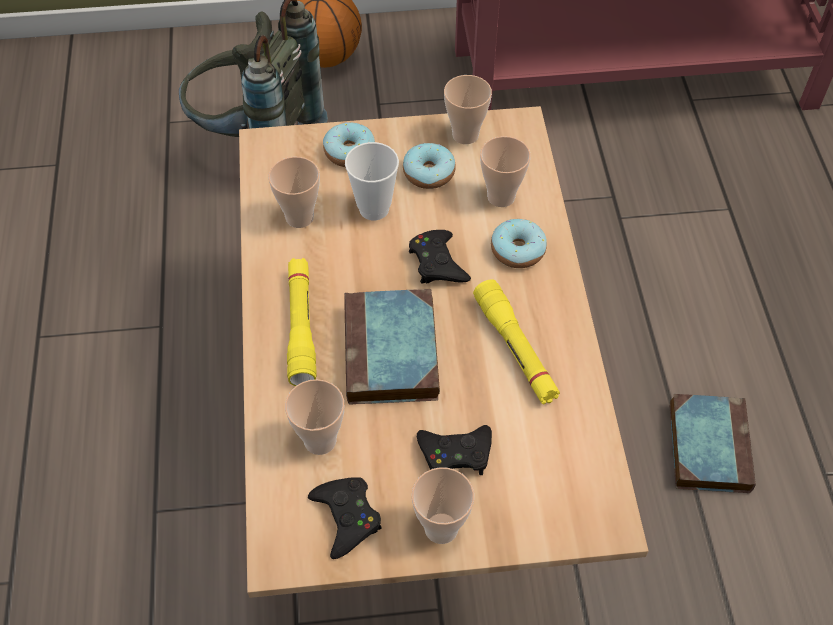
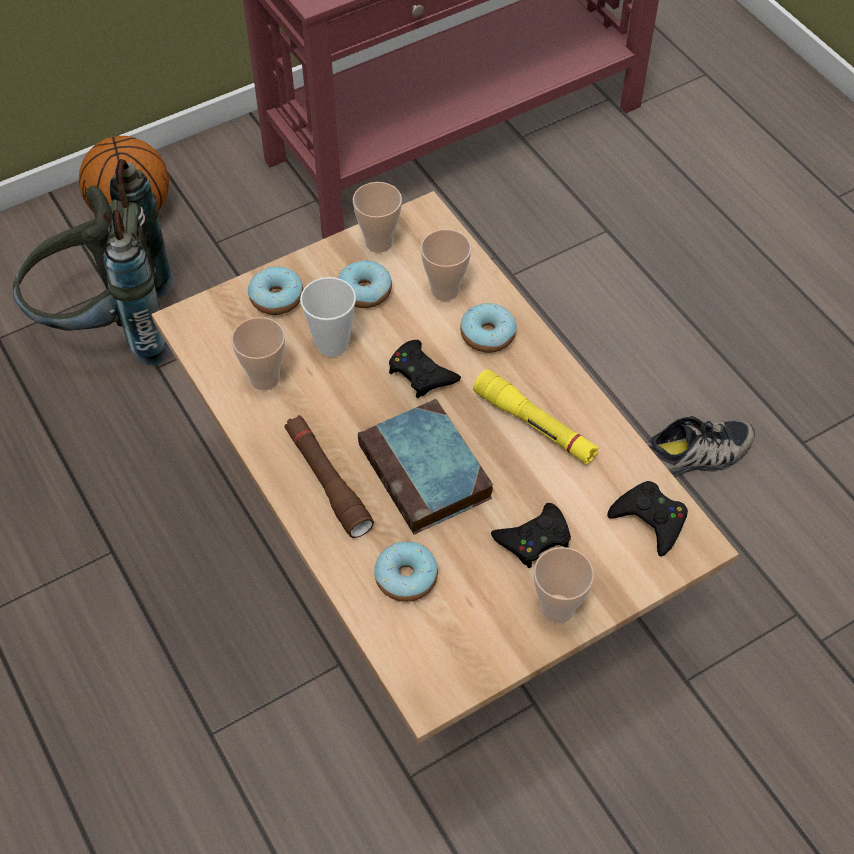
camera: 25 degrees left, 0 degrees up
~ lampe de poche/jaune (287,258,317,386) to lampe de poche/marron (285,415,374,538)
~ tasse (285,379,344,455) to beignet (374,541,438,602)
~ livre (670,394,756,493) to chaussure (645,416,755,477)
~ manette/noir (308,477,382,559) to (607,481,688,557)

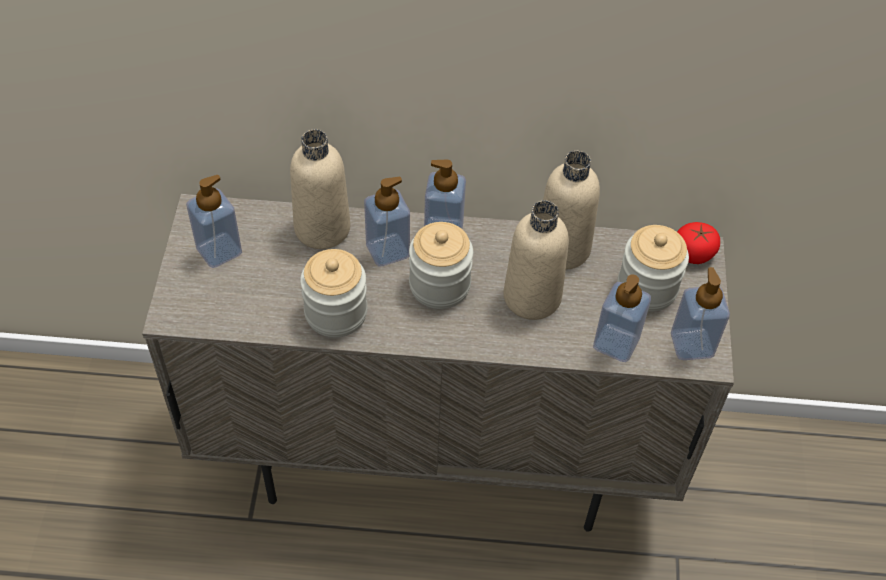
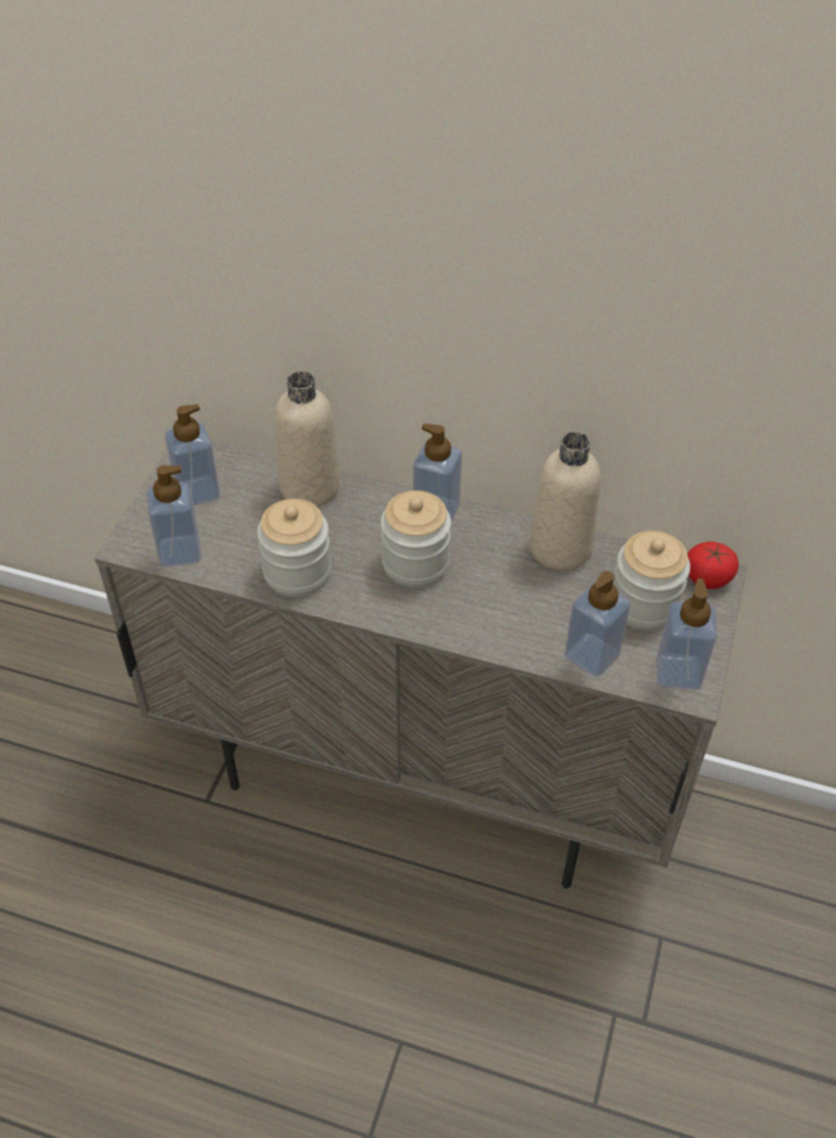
camera: 15 degrees right, 5 degrees down
~ distributeur de savon (364,177,410,266) to (147,465,201,567)
- bouteille/beige (504,201,569,320)

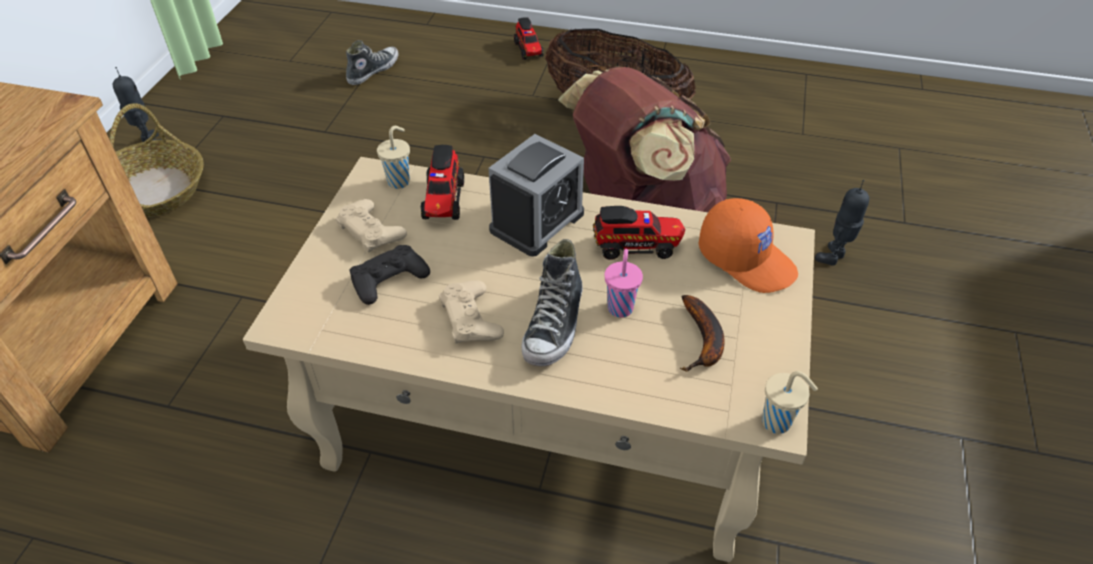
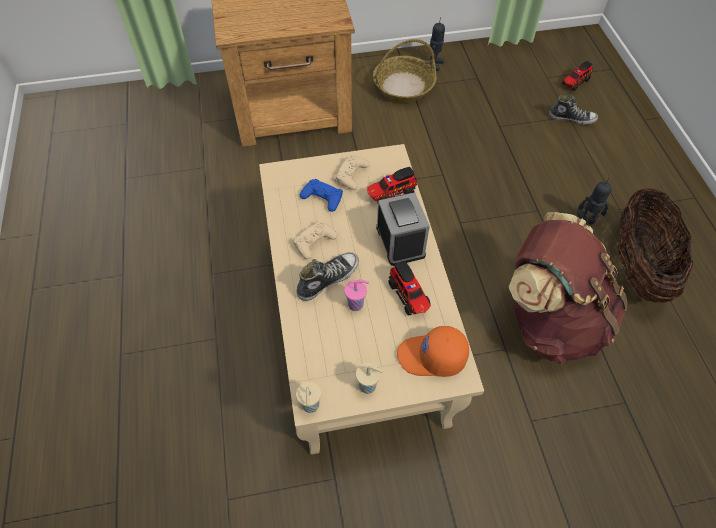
camera: 65 degrees right, 10 degrees up
~ camion jouet (514,17,544,60) to (562,61,593,91)
~ tasse/beige (377,126,410,189) to (356,362,383,394)
~ réveil (488,134,584,257) = (376,192,430,266) 120 degrees counterclockwise
~ robot jouet (815,180,869,266) to (577,178,612,224)
~ casquette/orange (698,198,798,293) = (397,326,469,377) 75 degrees clockwise
~ chaussure (522,239,583,366) = (296,252,359,301) 150 degrees clockwise
~ manette/noir (349,245,430,305) to manette/bleu (300,179,343,212)
- banane (680,295,724,372)

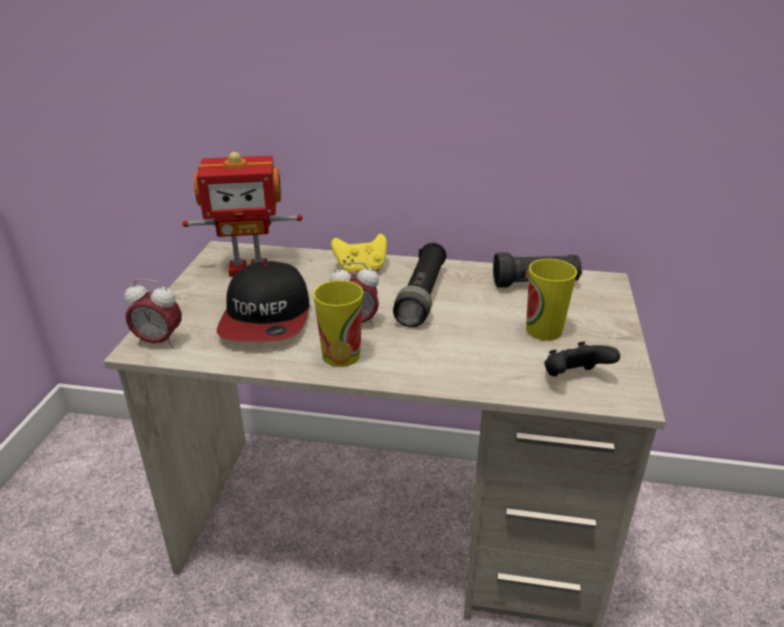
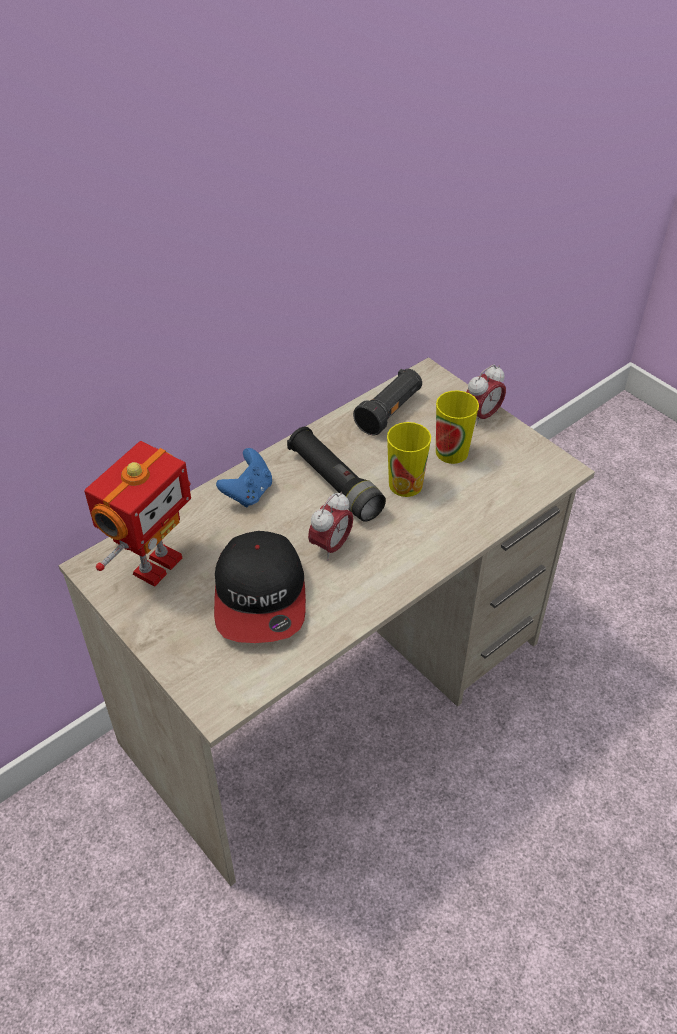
camera: 50 degrees left, 15 degrees up
~ manette/jaune (331,234,387,273) to manette/bleu (216,448,272,507)
~ casquette (217,261,310,342) = (214,531,306,643) 45 degrees clockwise
~ réveil (124,279,182,348) to (466,364,506,426)
~ tasse (313,280,363,367) to (387,422,431,497)
- manette/noir (544,341,620,377)

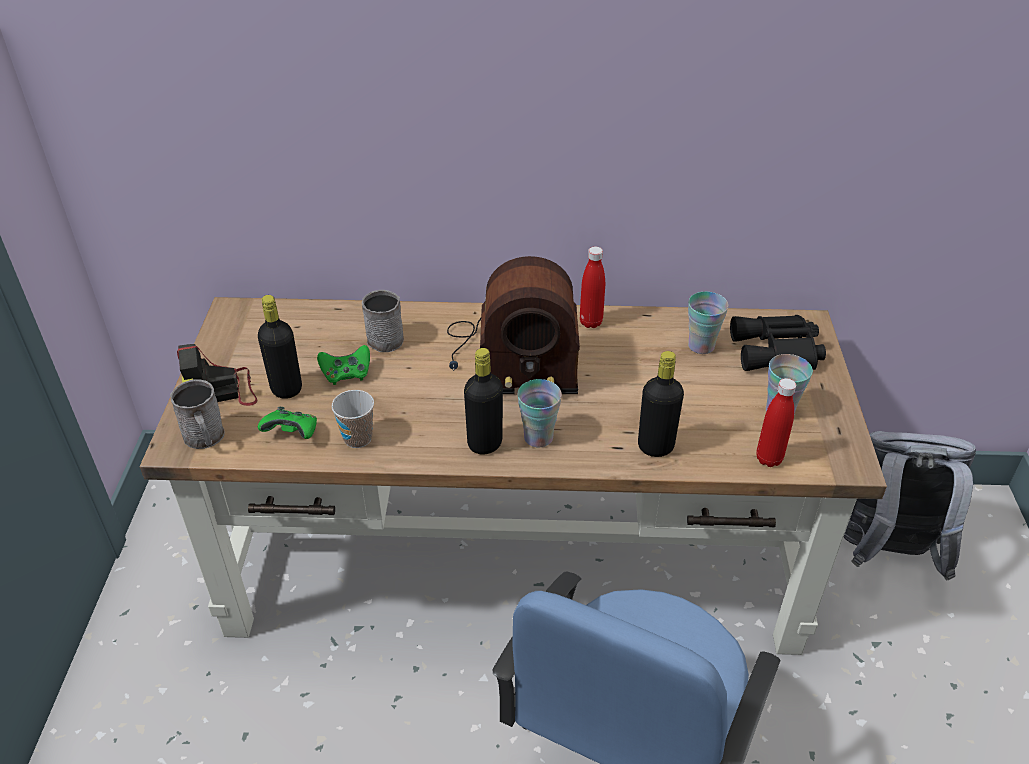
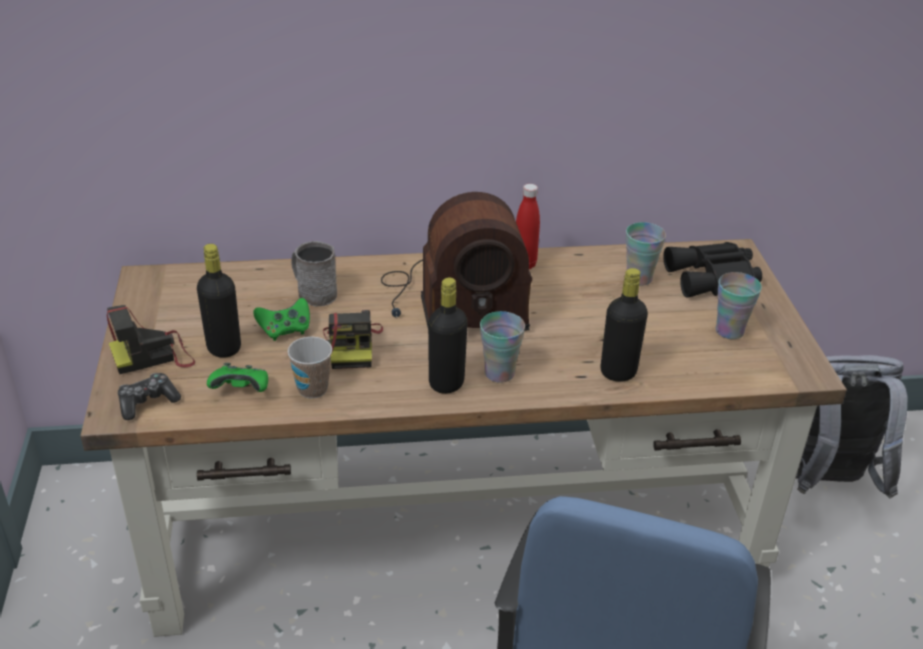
camera: 10 degrees left, 5 degrees down
- bouteille/rouge (756,378,796,467)
~ mug/gris (170,379,225,449) to manette (118,373,181,420)
+ appareil photo (323,310,383,369)

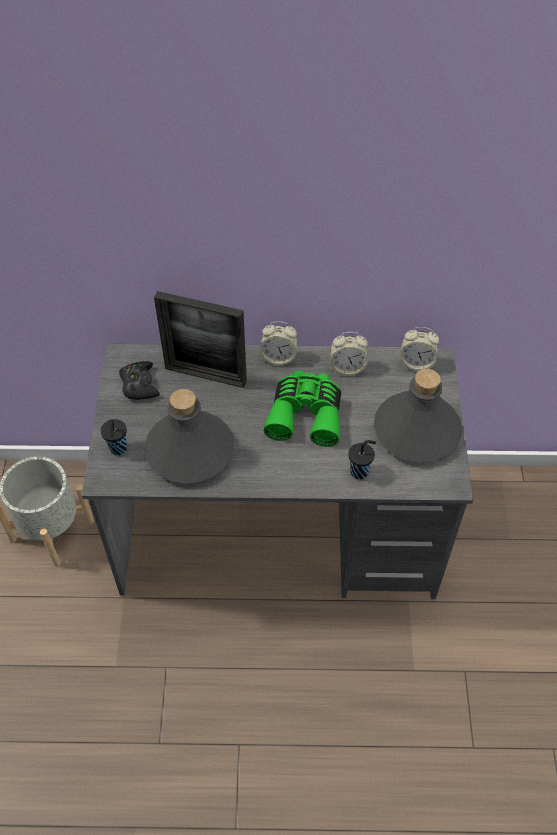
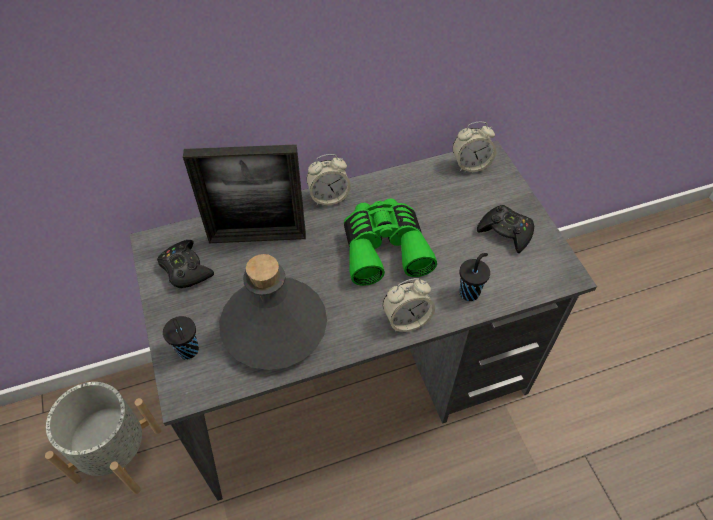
camera: 20 degrees left, 0 degrees up
~ réveil (330,332,368,376) to (382,278,435,332)
~ bouteille/gris (374,369,462,463) to manette/noir (477,205,534,253)

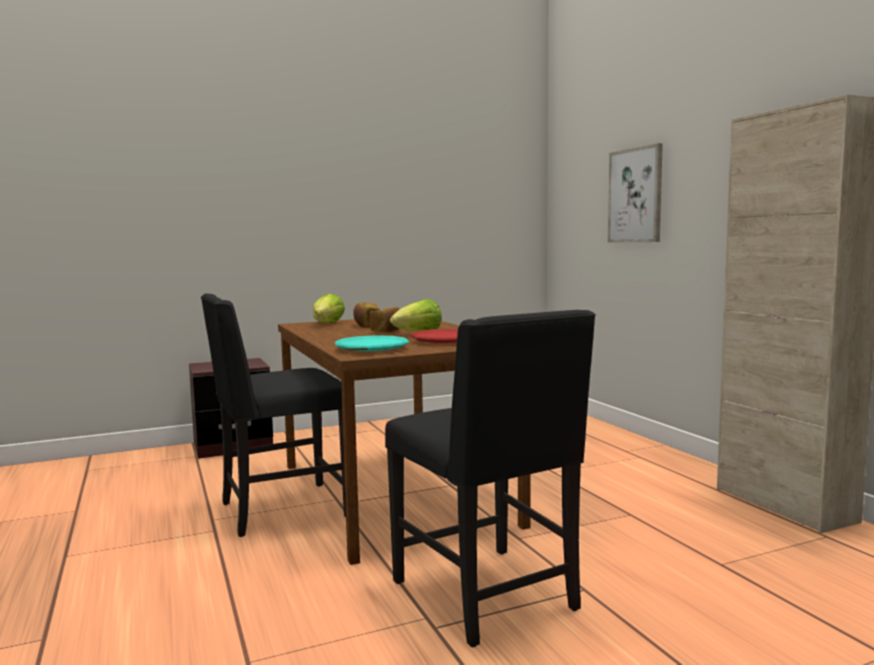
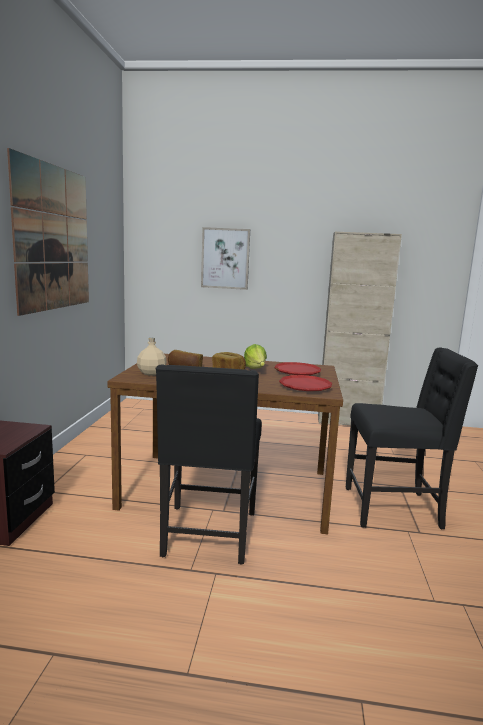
camera: 60 degrees left, 5 degrees up
~ laitue (313,293,345,323) to bouteille/beige (137,338,167,376)
~ assiette/turquoise (335,335,409,351) to assiette/rouge (279,375,332,391)
+ tableau (7,148,89,316)

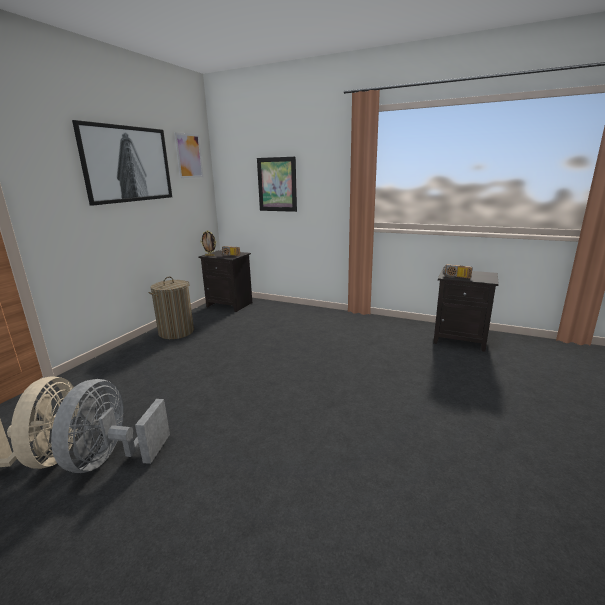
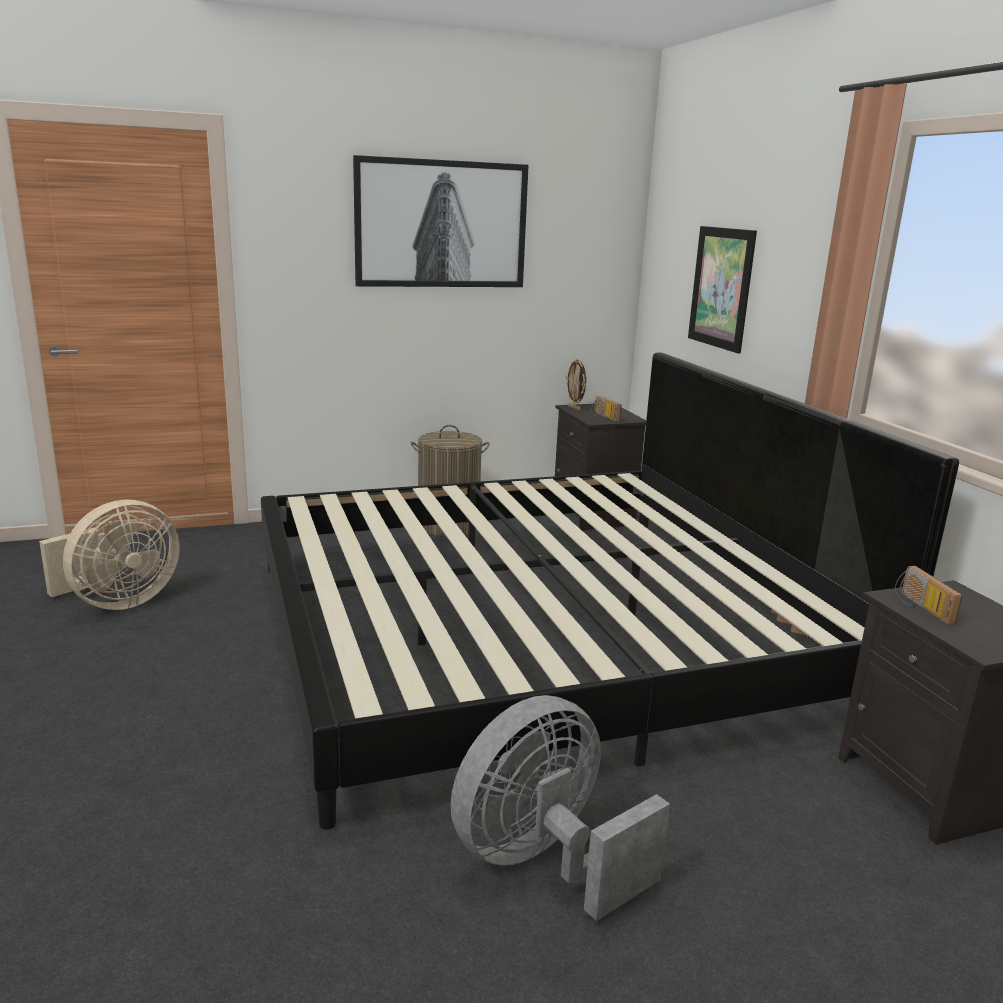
camera: 45 degrees right, 0 degrees up
- tableau (174,132,203,178)
~ ventilateur/gris (51,379,170,473) to (450,695,670,921)
+ lit (261,352,959,830)

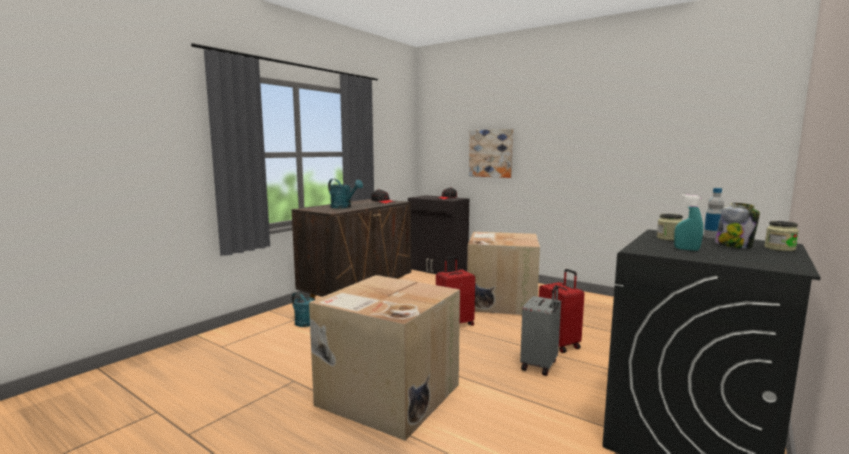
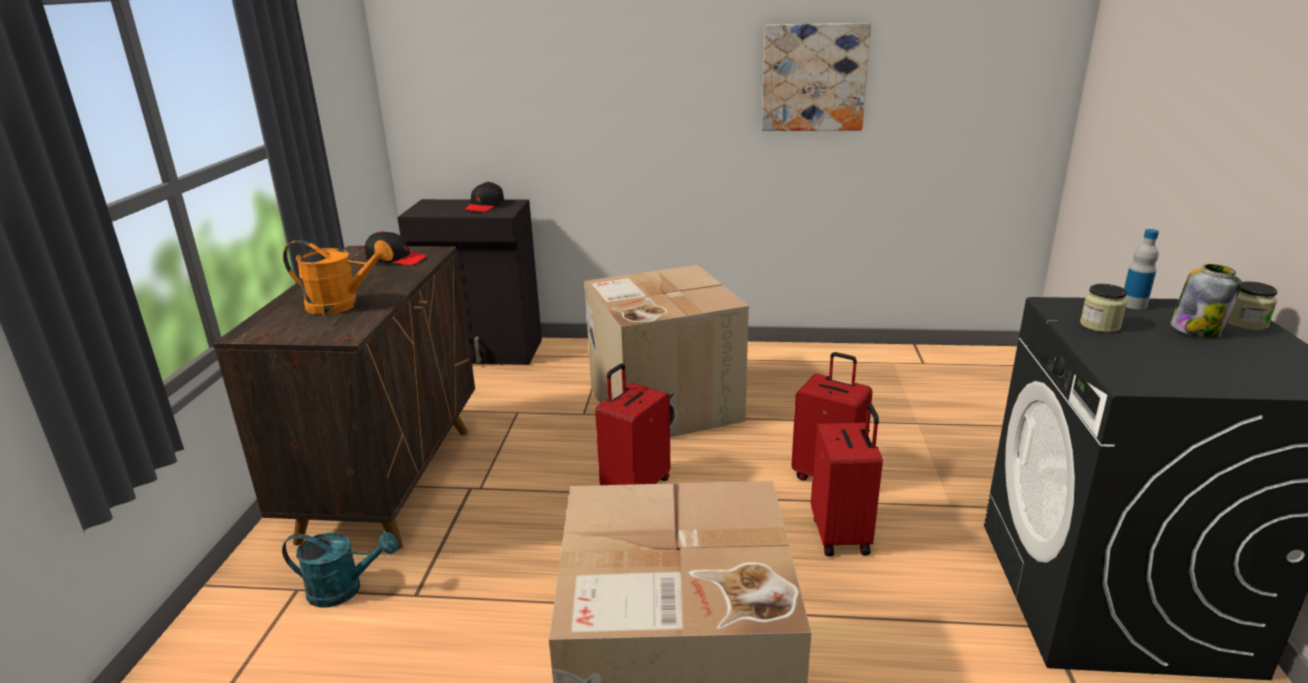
camera: 30 degrees left, 15 degrees up
~ tableau (469,129,513,178) to (762,23,871,131)
~ arrosoir/turquoise (328,179,363,208) to arrosoir/orange (283,240,393,315)
- vaporisateur/turquoise (674,195,703,251)
~ valise/gris (520,285,561,376) to valise/rouge (811,404,883,556)

